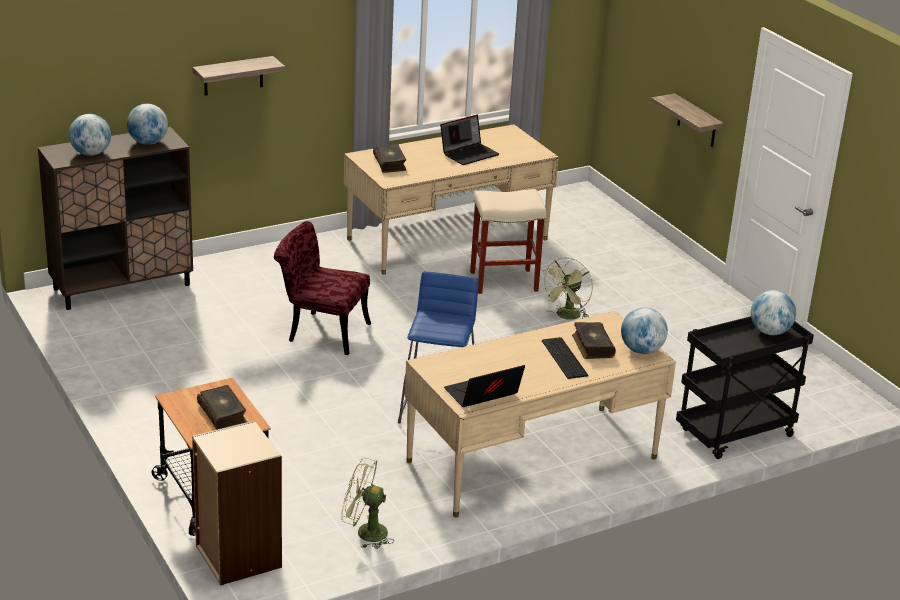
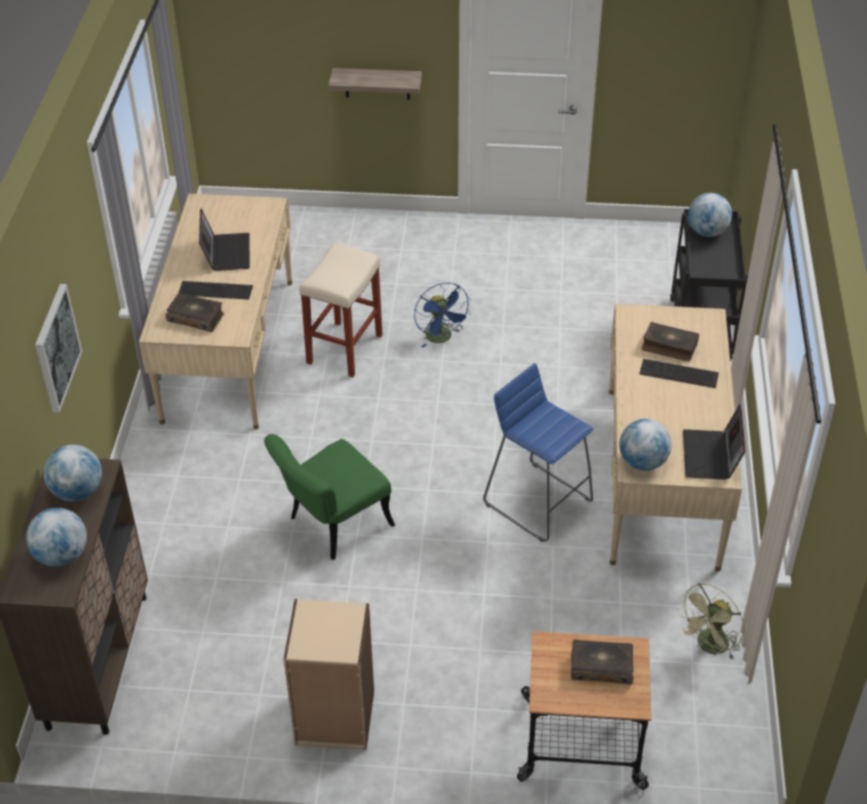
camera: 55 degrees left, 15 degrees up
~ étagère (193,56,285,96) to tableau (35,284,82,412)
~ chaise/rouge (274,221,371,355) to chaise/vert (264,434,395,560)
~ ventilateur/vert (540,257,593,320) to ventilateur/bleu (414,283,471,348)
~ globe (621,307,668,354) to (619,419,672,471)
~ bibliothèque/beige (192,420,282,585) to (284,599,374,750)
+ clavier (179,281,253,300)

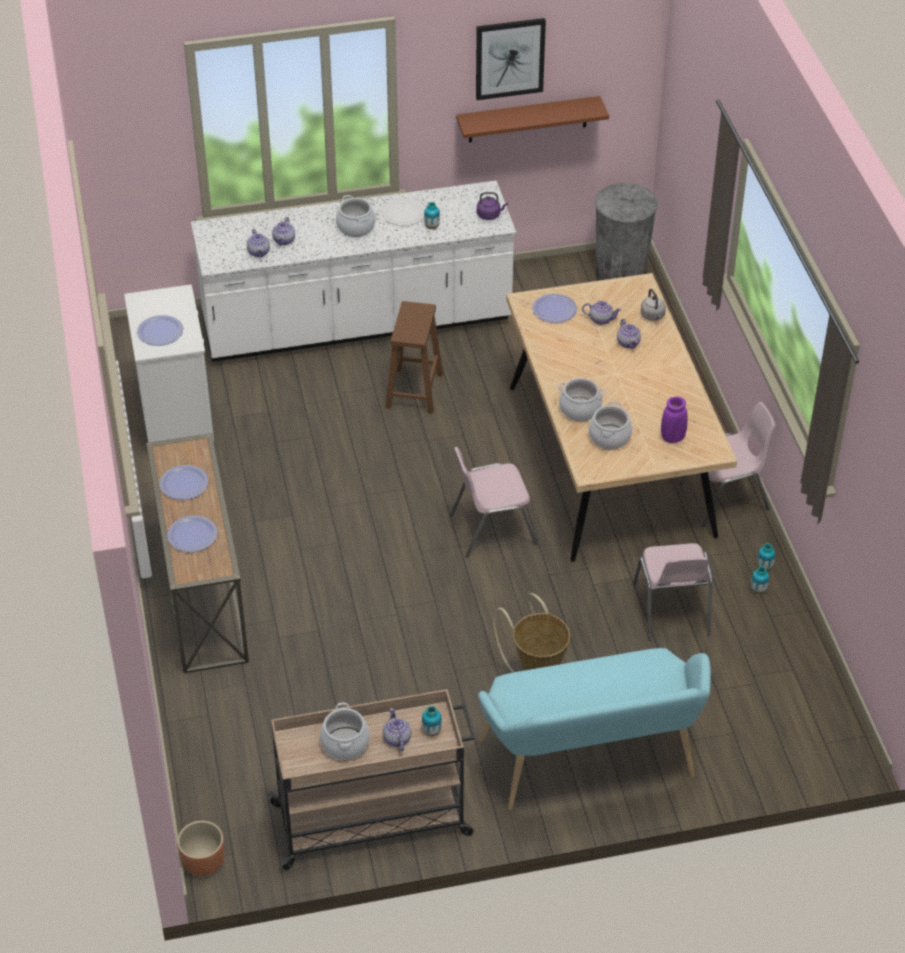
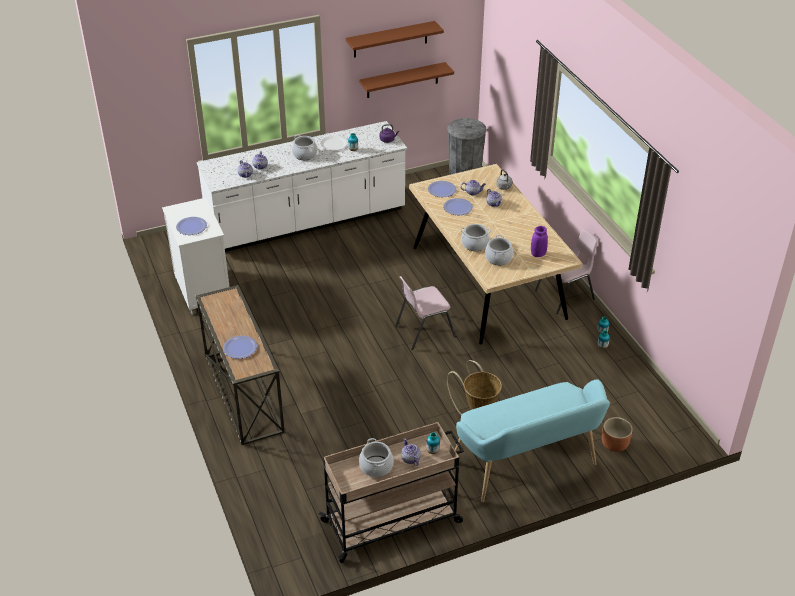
camera: 10 degrees left, 5 degrees down
~ tableau (476,18,546,100) to étagère/marron (345,21,444,58)
- tabouret/marron (386,301,443,414)
~ assiette (159,465,209,500) to (443,198,473,215)
- chaise/rose (633,543,713,641)
~ cache-pot/marron (177,821,225,876) to (602,417,633,452)

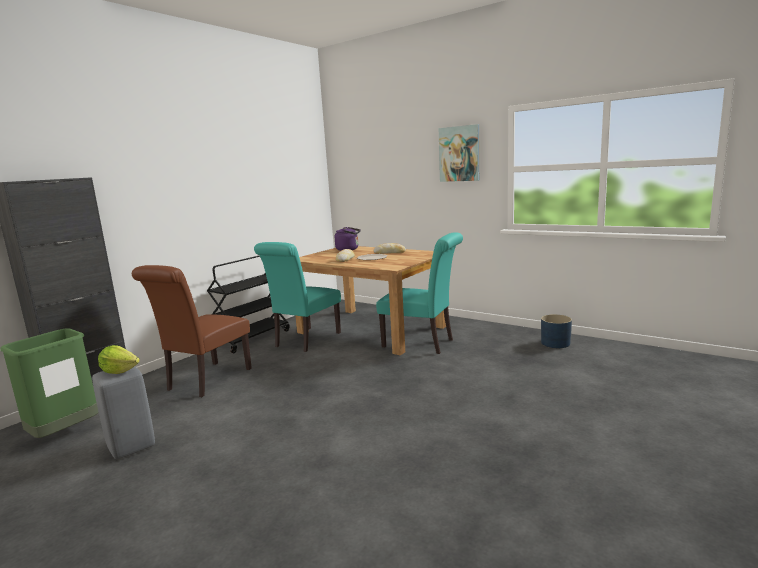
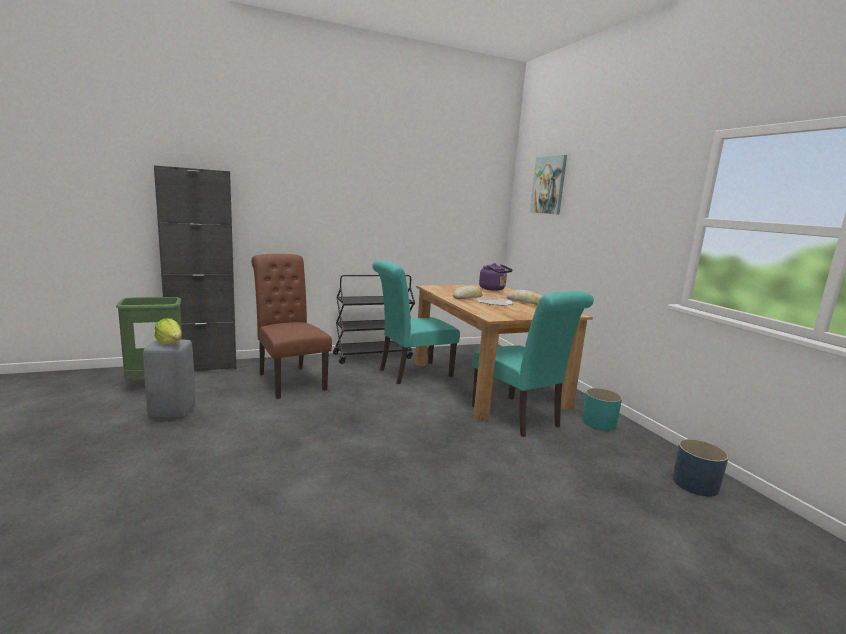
camera: 30 degrees right, 0 degrees up
~ tableau (439,124,480,182) to (530,155,567,215)
~ chaise/marron (132,265,252,397) = (251,254,332,399) 90 degrees clockwise
+ cache-pot/turquoise (582,388,622,431)

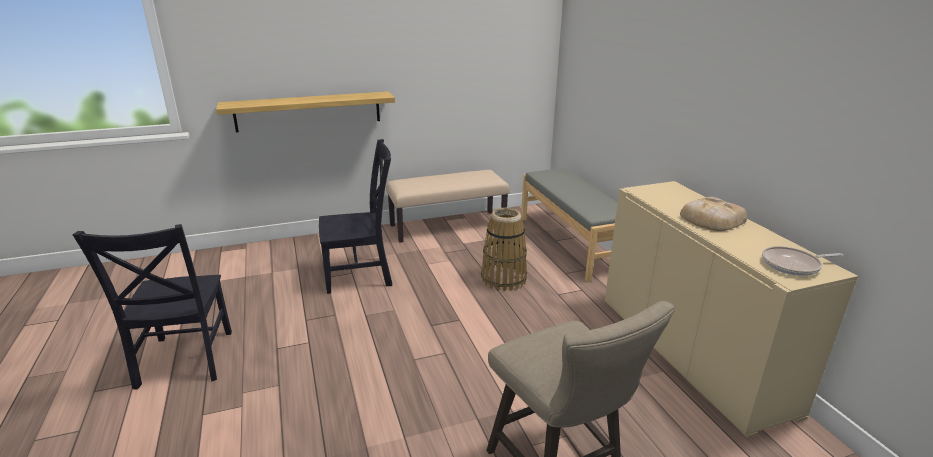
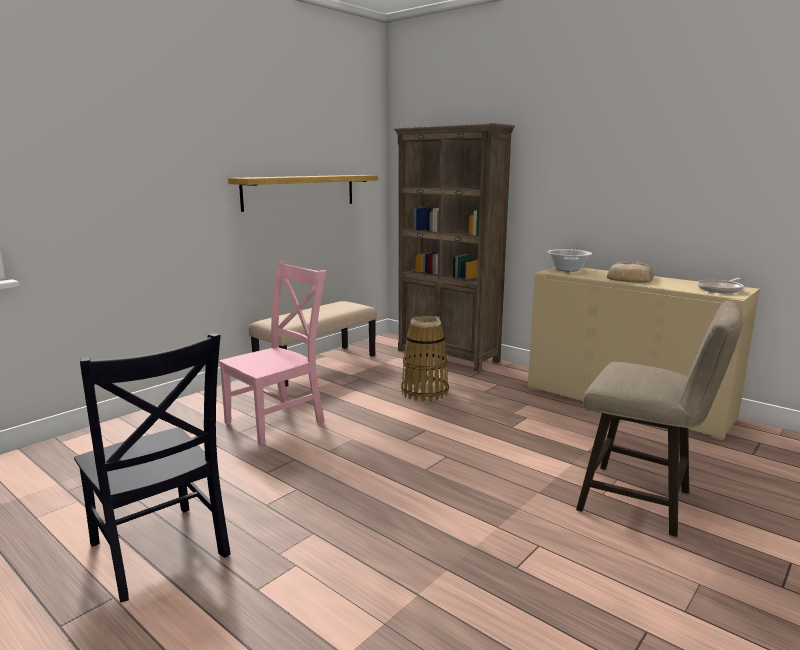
camera: 30 degrees left, 10 degrees down
~ étagère (216,91,395,132) to (228,175,378,212)
~ chaise/noir (319,139,393,294) to chaise/rose (218,261,327,445)
~ banc/gris (521,168,618,282) to bibliothèque/marron (394,123,515,372)
+ marmite (547,249,592,272)

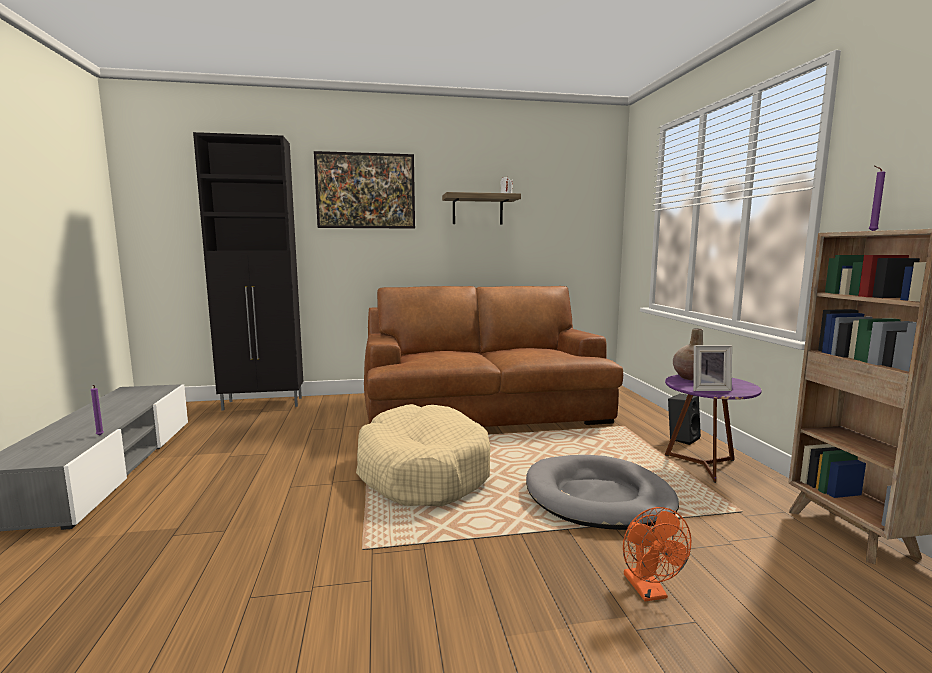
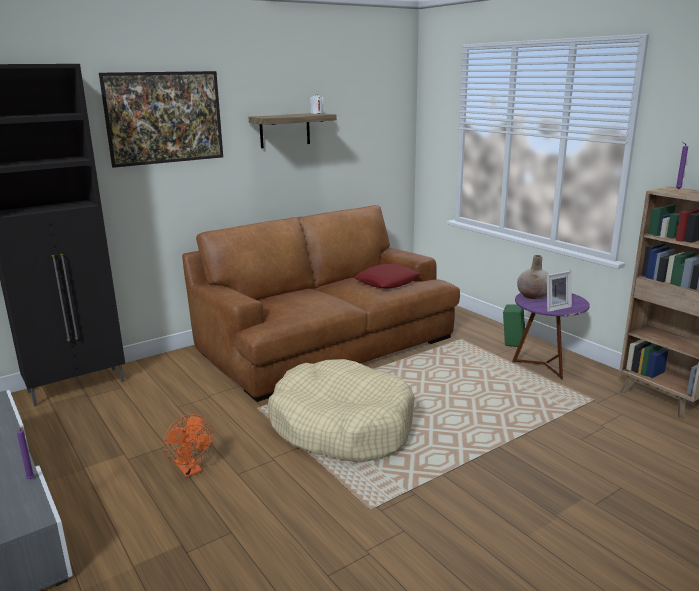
camera: 25 degrees left, 10 degrees up
~ enceinte/noir (668,394,701,445) to enceinte/vert (503,304,525,347)
- panier pour chien/gris (526,455,679,530)
~ ventilateur/orange (623,507,692,601) to (164,414,213,478)
+ coussin/rouge (354,264,421,289)

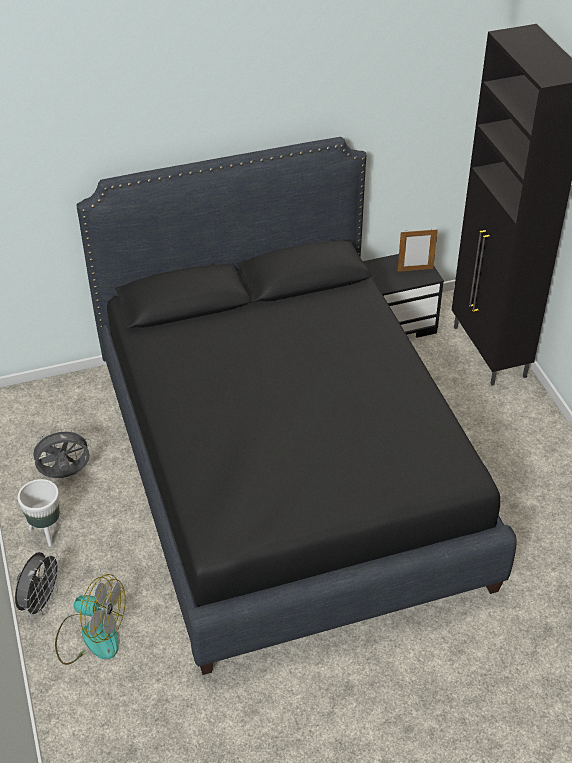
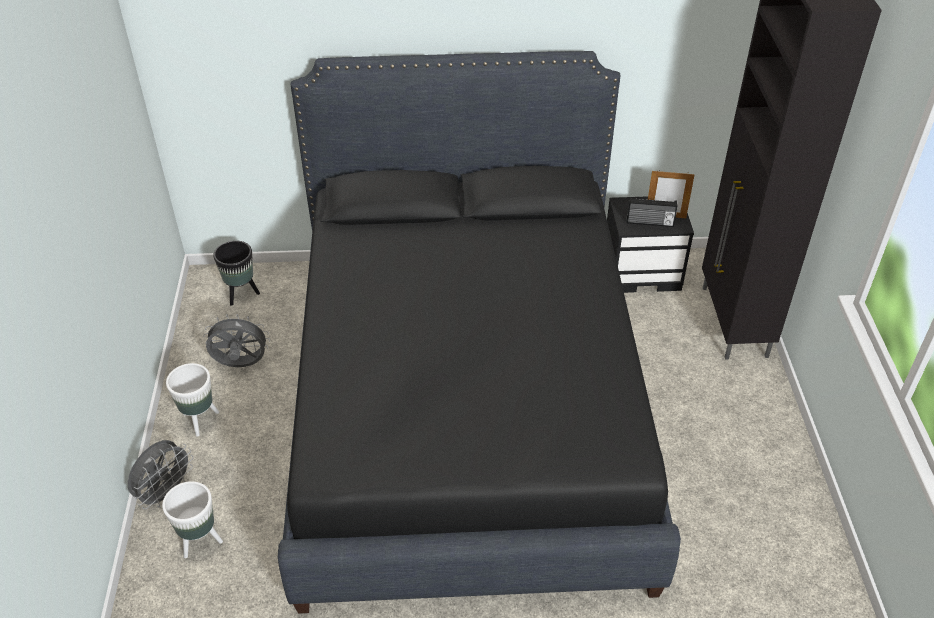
camera: 15 degrees right, 0 degrees up
~ ventilateur (55,574,125,665) to cache-pot/blanc (162,481,223,558)
+ radio (626,197,677,227)
+ cache-pot/noir (213,240,260,306)

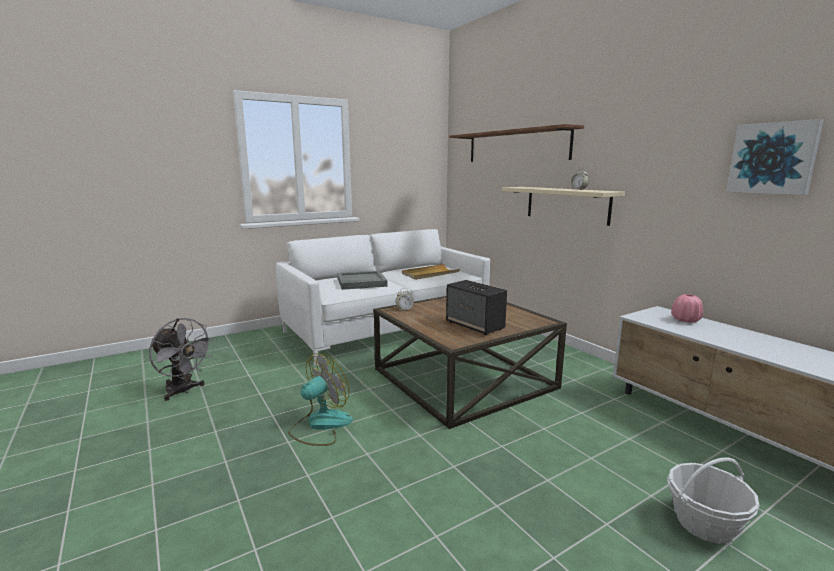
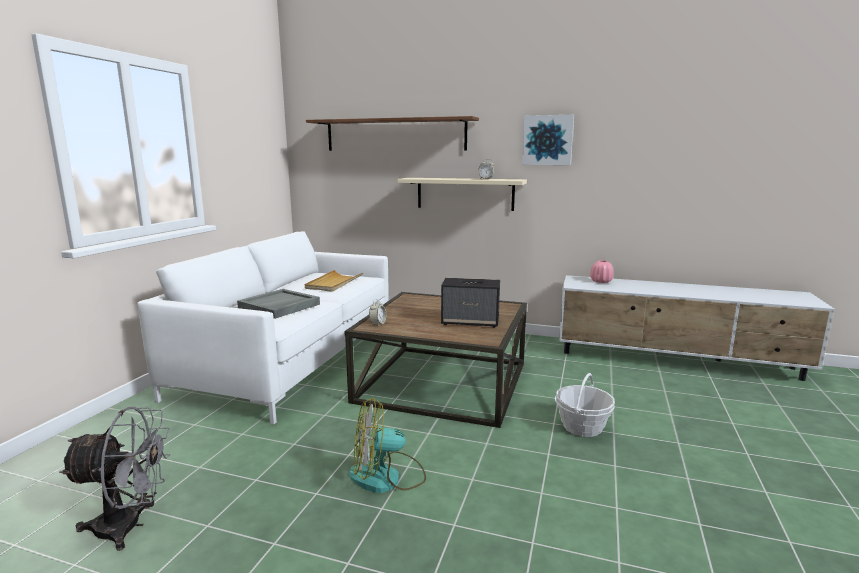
camera: 40 degrees left, 0 degrees up
~ tableau (726,119,824,195) to (522,115,574,165)
~ ventilateur (288,353,353,446) = (349,398,426,493) 105 degrees counterclockwise
~ panier (667,457,760,544) to (555,373,615,437)

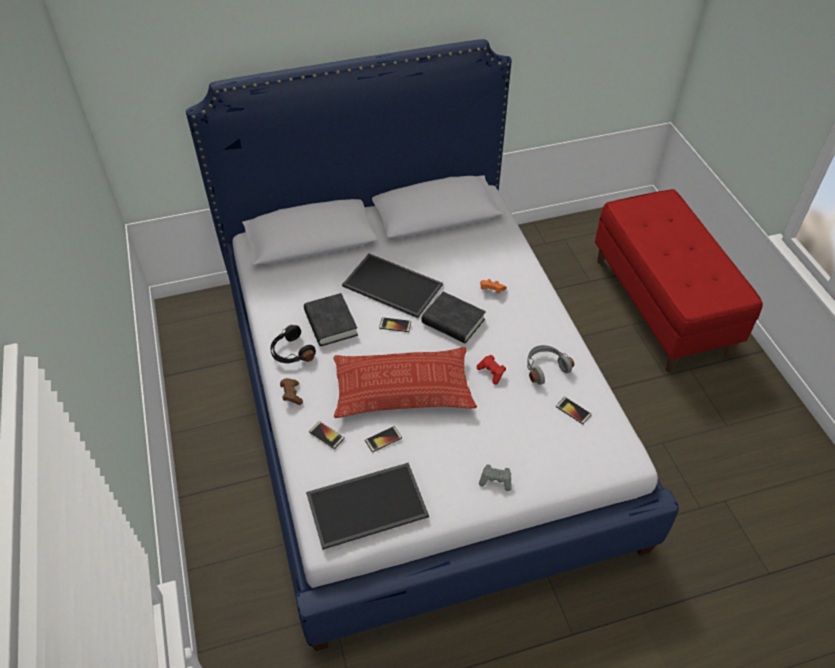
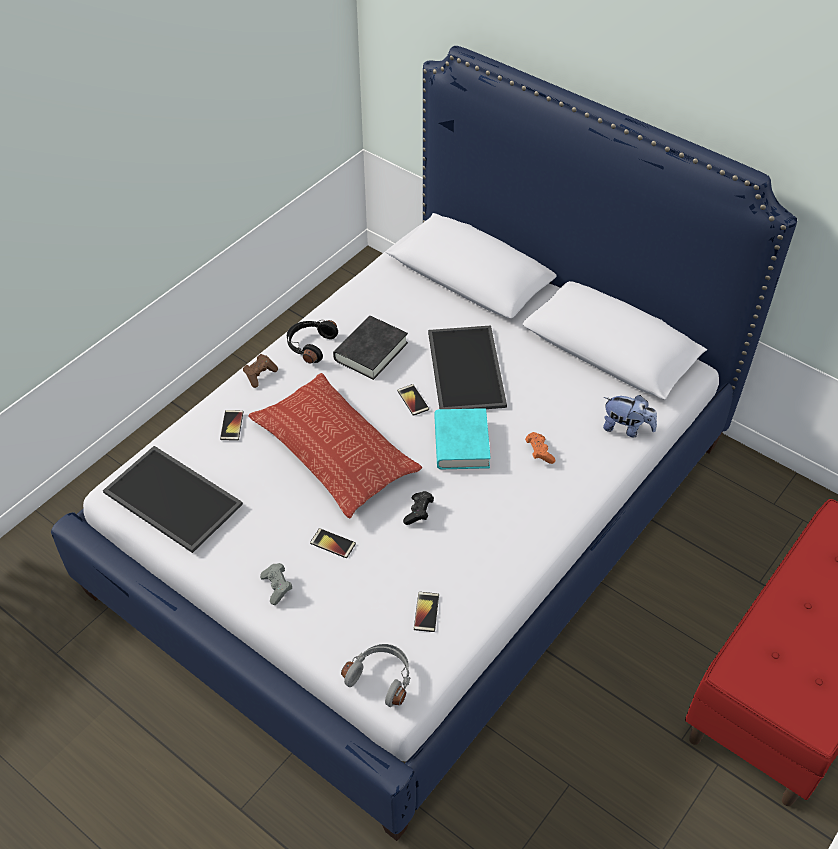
camera: 55 degrees right, 0 degrees up
~ livre/noir (422,291,486,343) to livre/turquoise (434,408,491,469)
~ casque audio/gris (526,345,574,385) to (341,644,411,707)
~ manette/rouge (477,355,506,385) to manette/noir (403,491,434,525)
~ téléphone (365,426,402,452) to (310,528,356,558)
+ peluche (603,395,657,437)

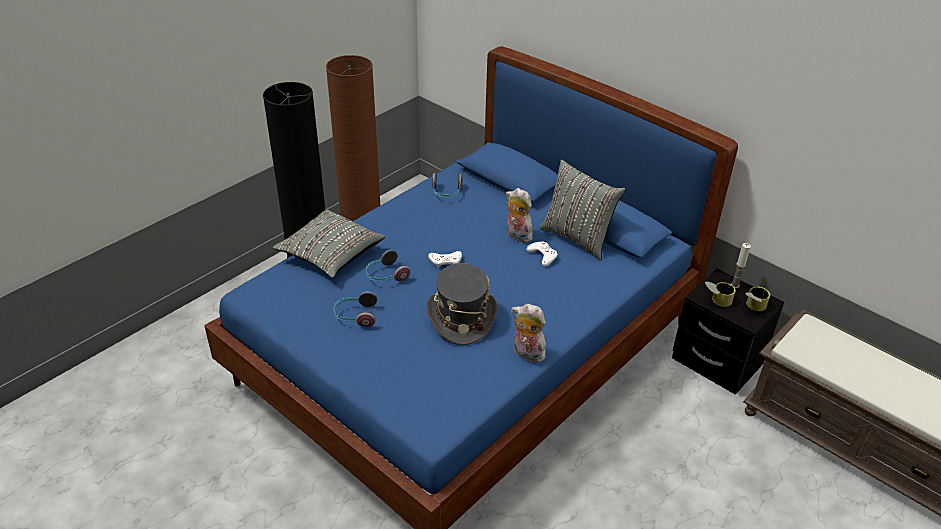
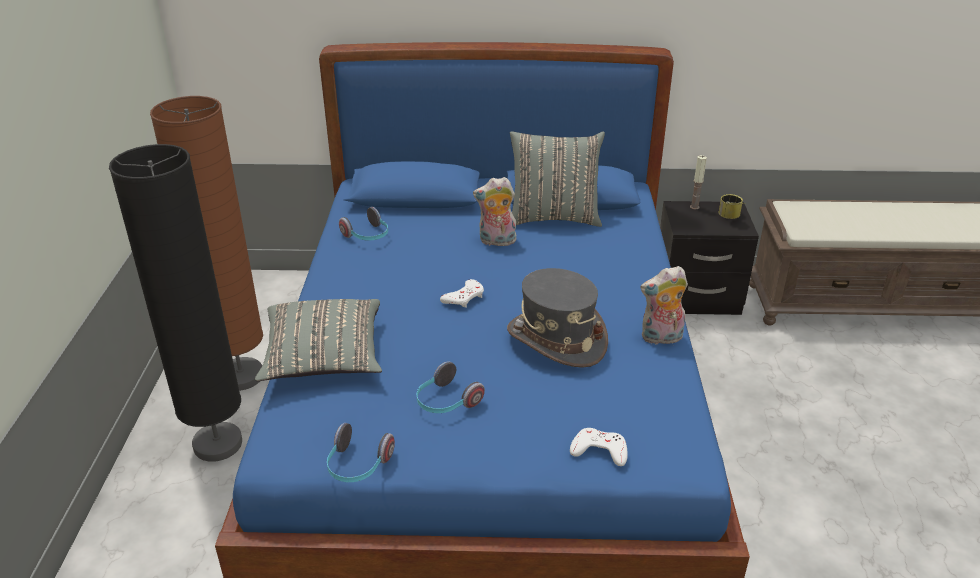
camera: 40 degrees left, 5 degrees down
~ manette/blanc (526,242,558,267) to (570,428,628,466)
~ casque audio (366,250,410,281) to (327,423,395,482)
- boîte métallique (705,282,736,307)

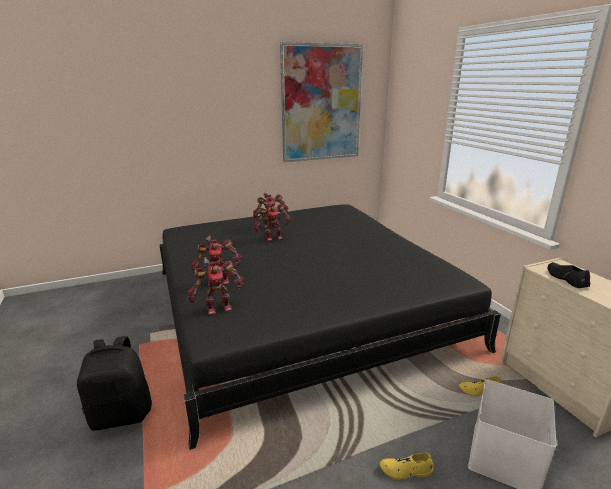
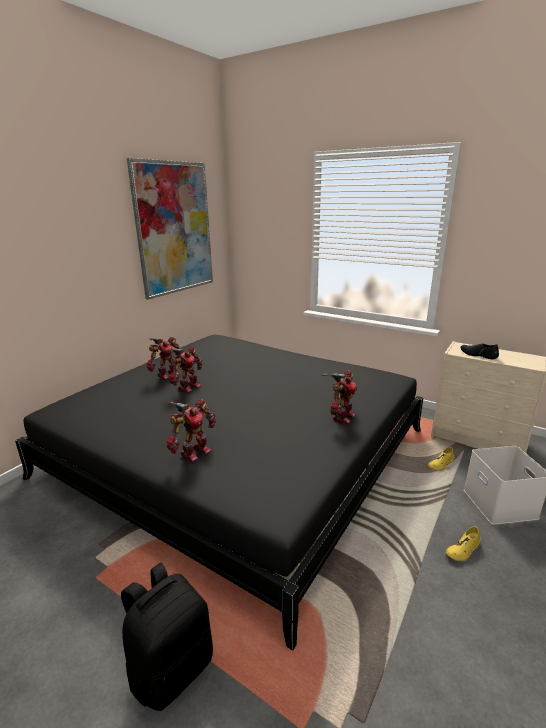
camera: 35 degrees left, 0 degrees up
~ robot jouet (188,257,244,315) to (322,370,357,424)

